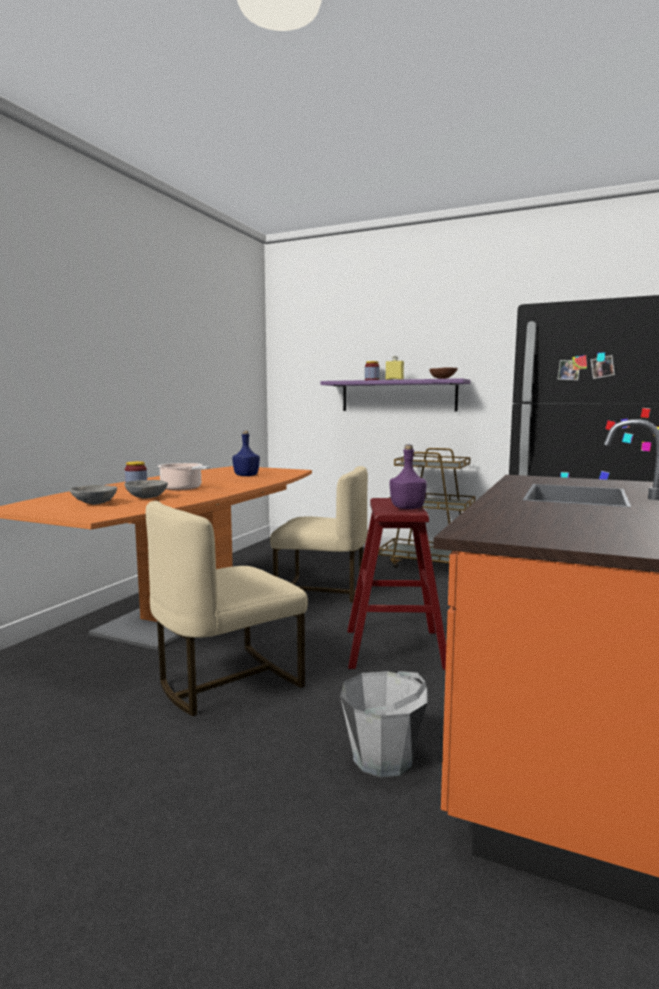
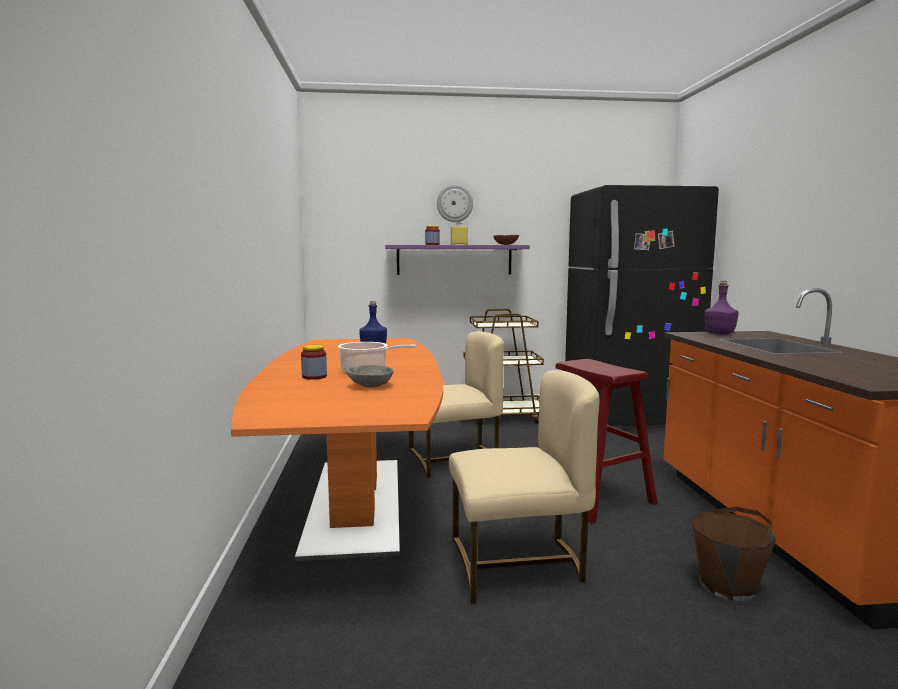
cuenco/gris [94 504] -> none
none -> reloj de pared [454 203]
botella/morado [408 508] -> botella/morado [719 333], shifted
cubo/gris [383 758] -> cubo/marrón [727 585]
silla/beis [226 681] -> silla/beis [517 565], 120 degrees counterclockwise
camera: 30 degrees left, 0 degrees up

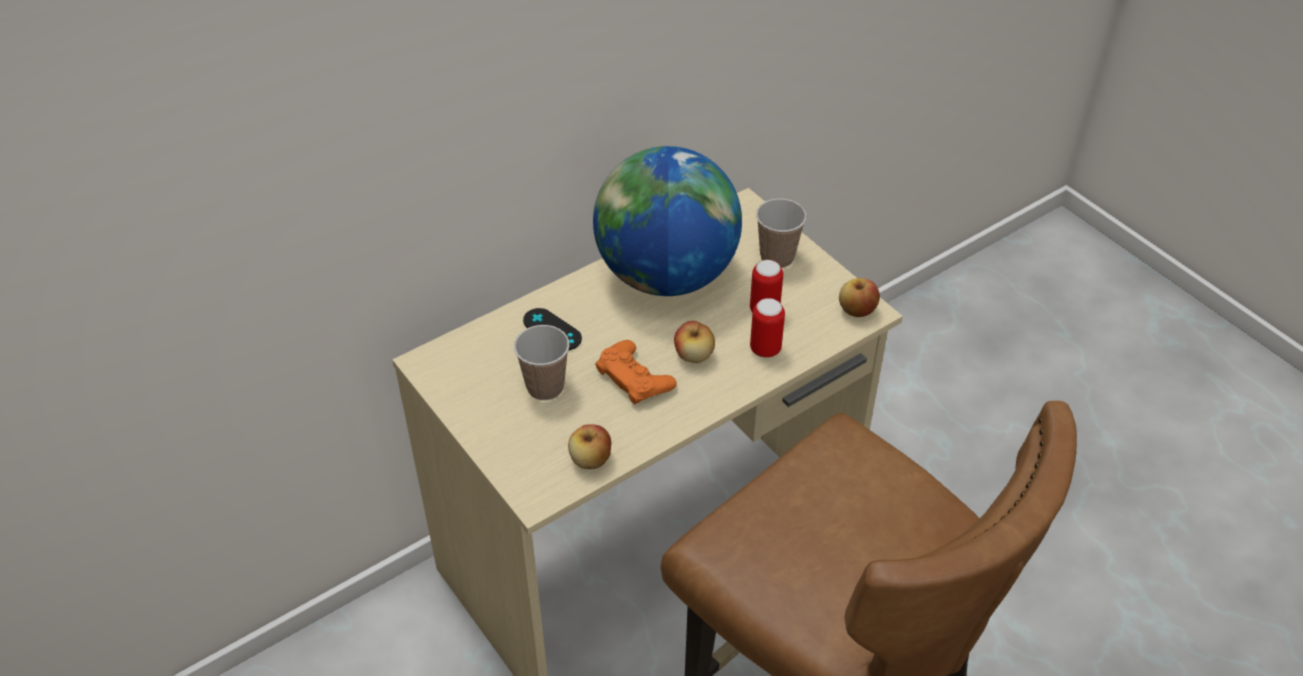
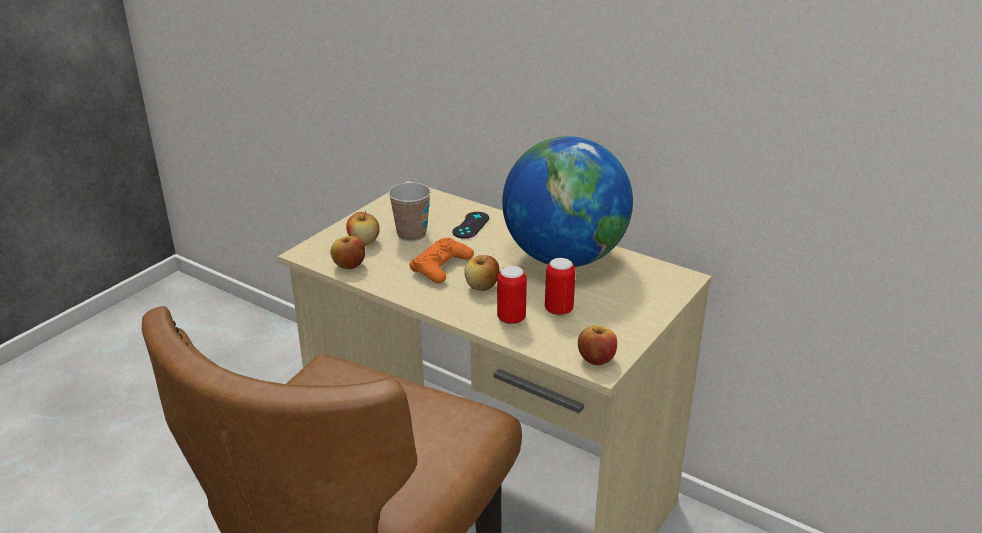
taza [777 257] -> none
none -> manzana [364 241]
camera: 70 degrees right, 15 degrees down

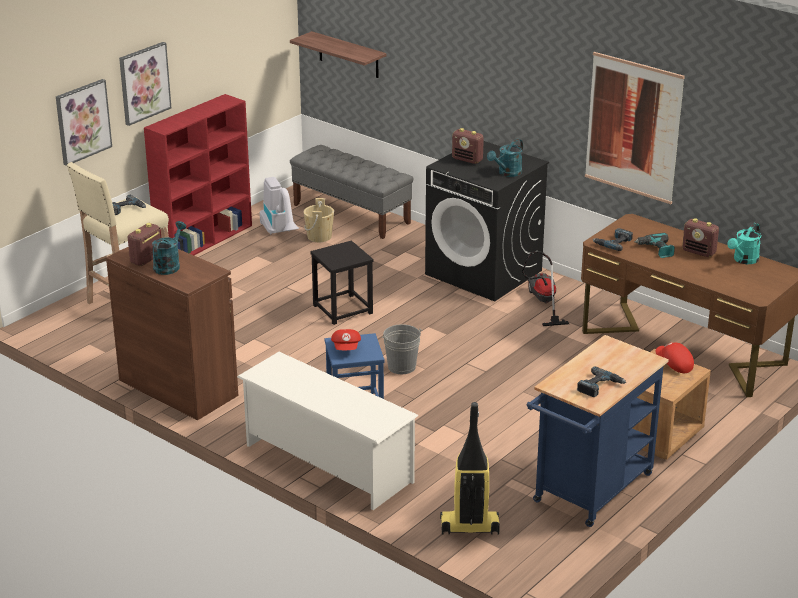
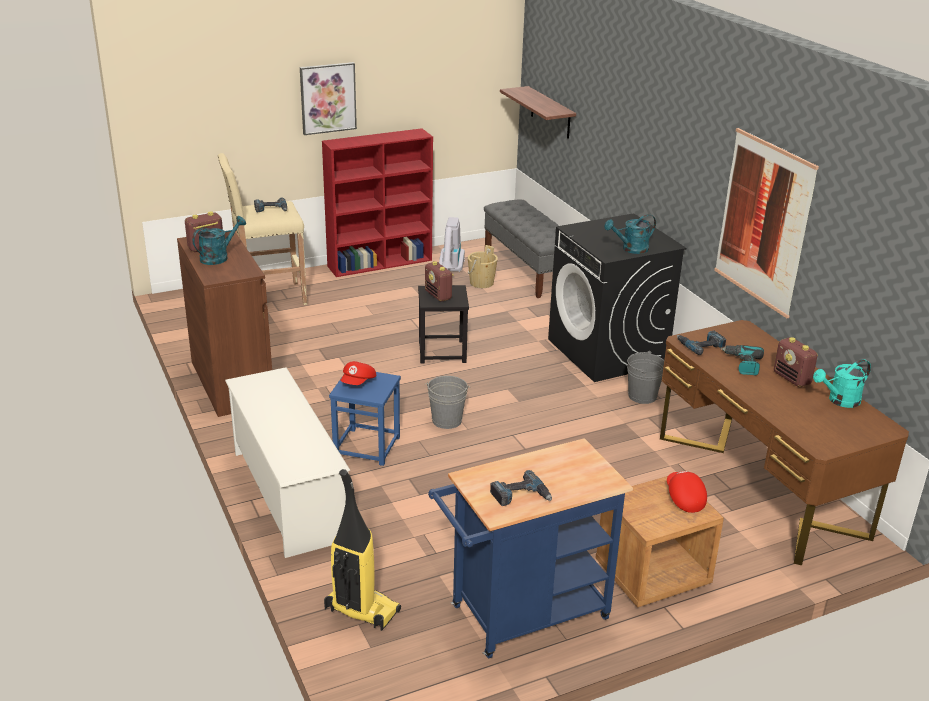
cuadro [83 121] -> none
radio [467 160] -> radio [438 295], shifted
aspiradora [542 302] -> cubo/gris [642 396]
camera: 25 degrees right, 0 degrees up

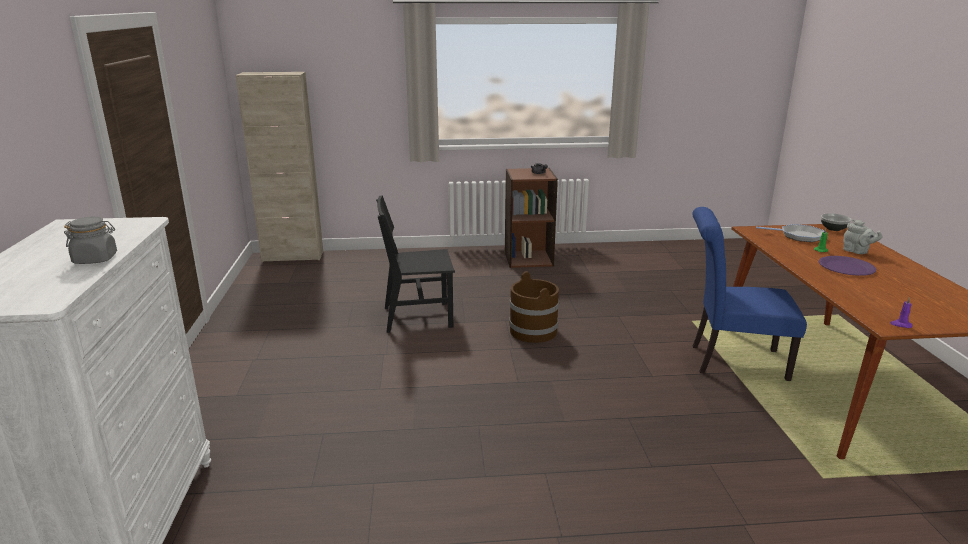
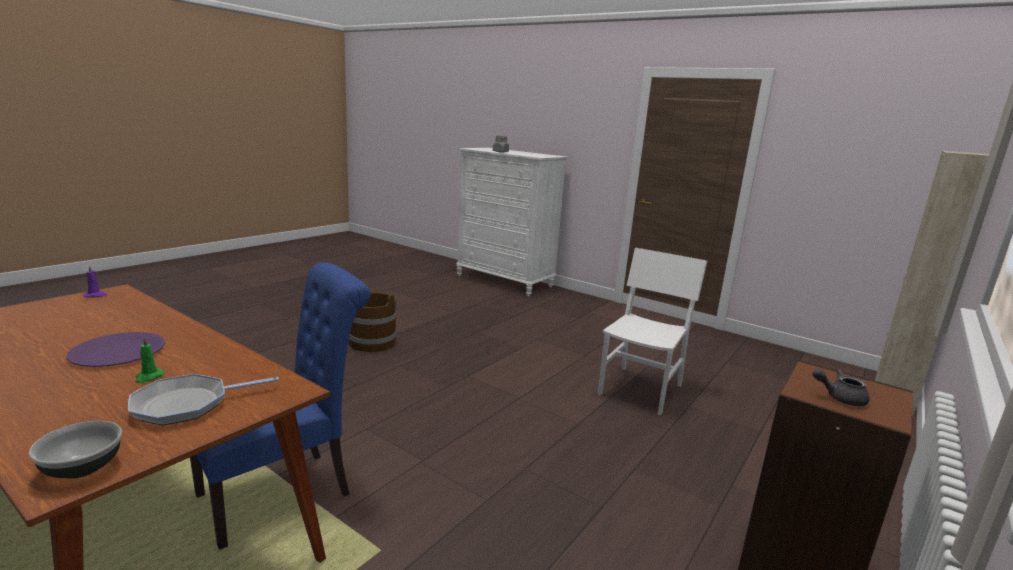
tetera/gris [857 252] -> none
cubo/marrón [533 331] -> cubo/marrón [372 342], shifted
silla/negro [417 317] -> silla/blanco [640 389]
camera: 130 degrees right, 5 degrees down

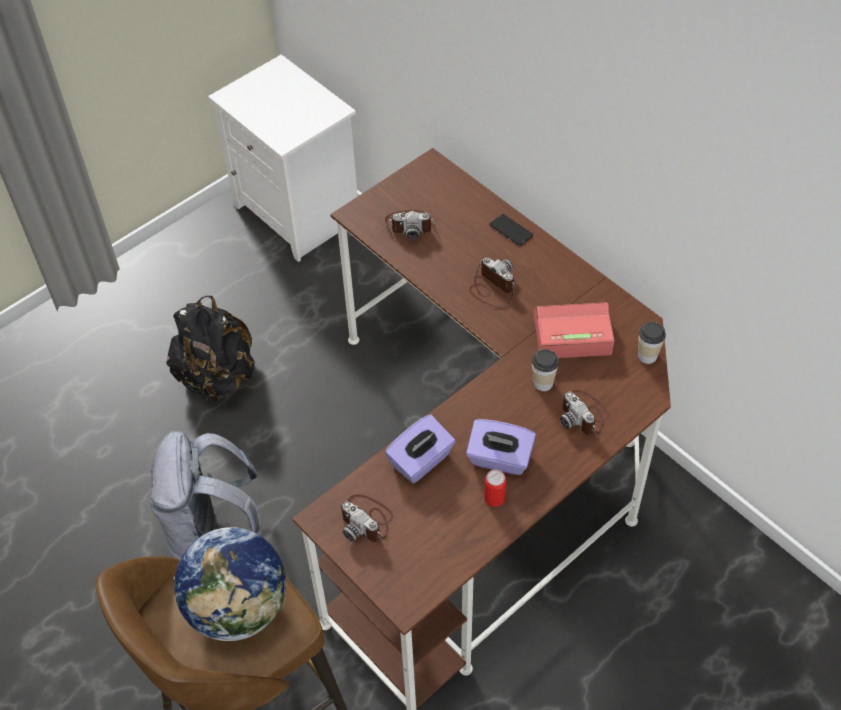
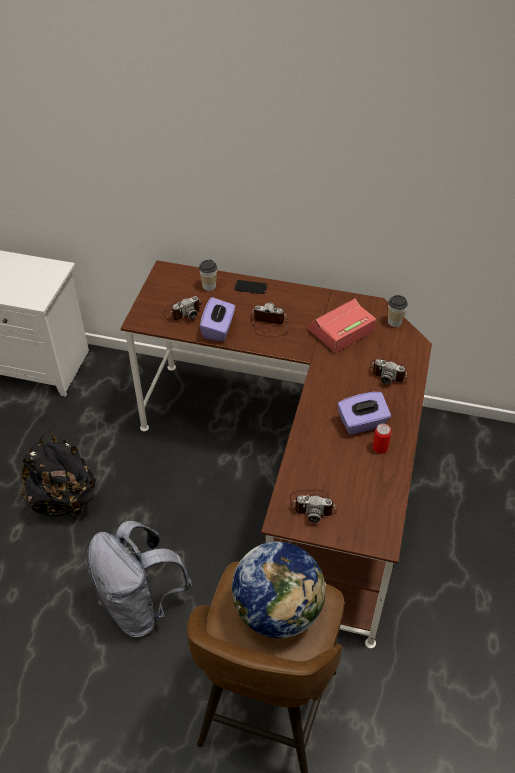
caja de pañuelos/morado [421 461] -> caja de pañuelos/morado [218 329], shifted
taza [543 383] -> taza [209 286], shifted
camera: 35 degrees left, 5 degrees down

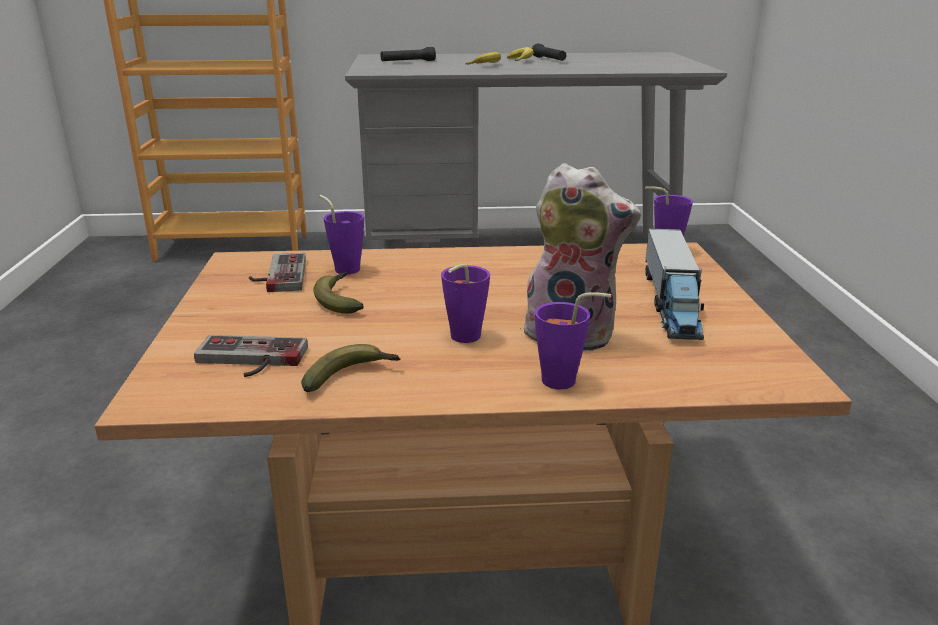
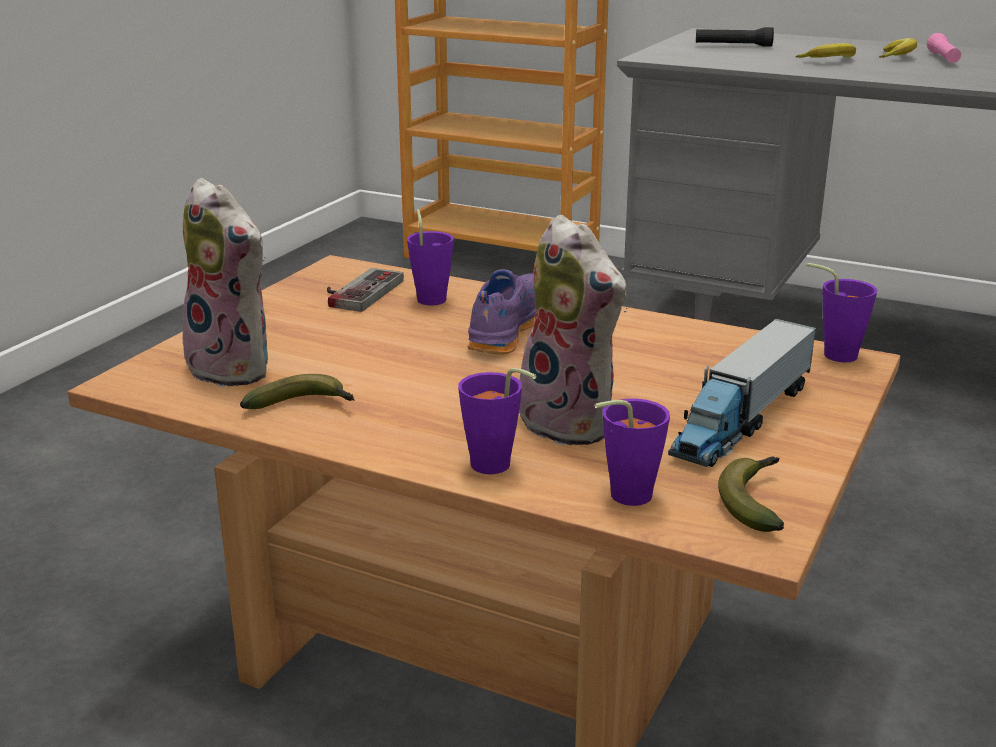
none -> zapato/morado [505 329]
plátano [339 300] -> plátano [755 501], shifted
taza/morado [461 338] -> taza/morado [622 497], shifted
mando de consola [248 360] -> peluche [236 368]
linterna/negro [549 59] -> linterna/rosa [943 59]
camera: 30 degrees right, 0 degrees up

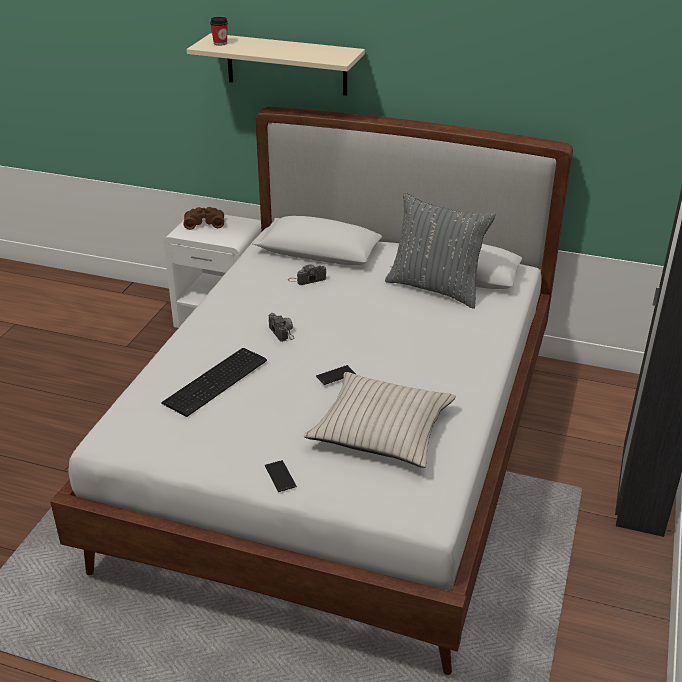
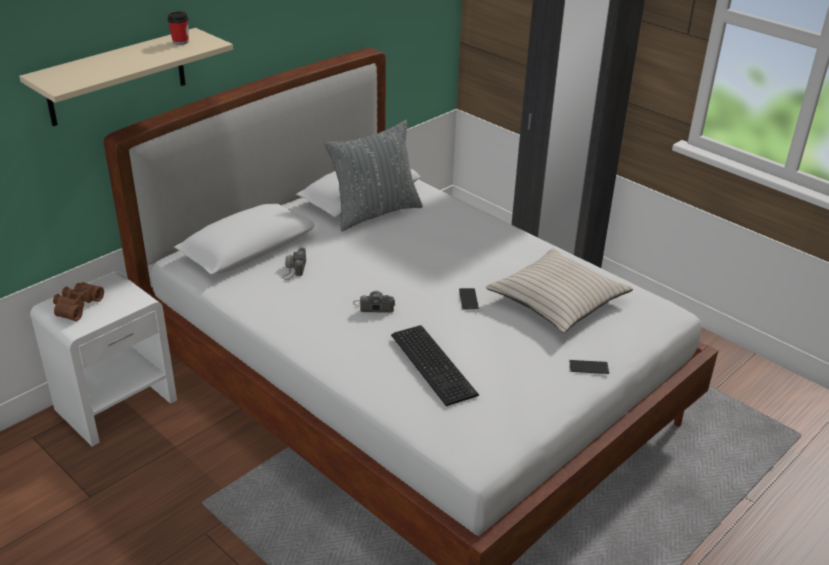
taza [220 43] -> taza [180 42], shifted
camera: 65 degrees left, 0 degrees up

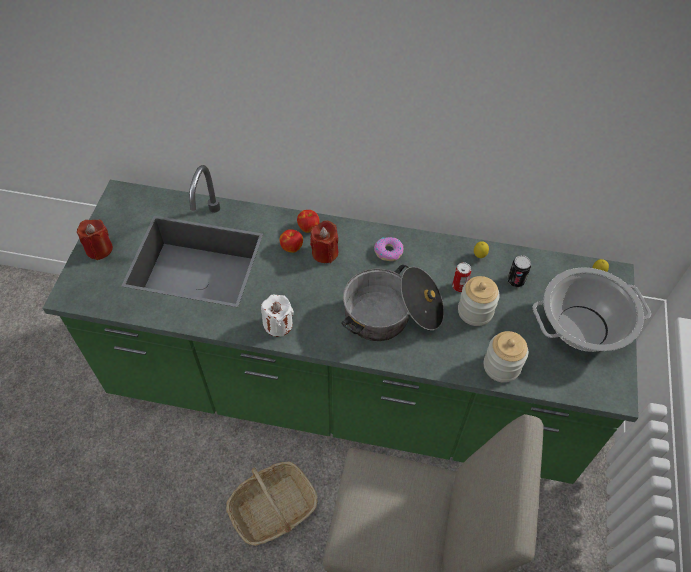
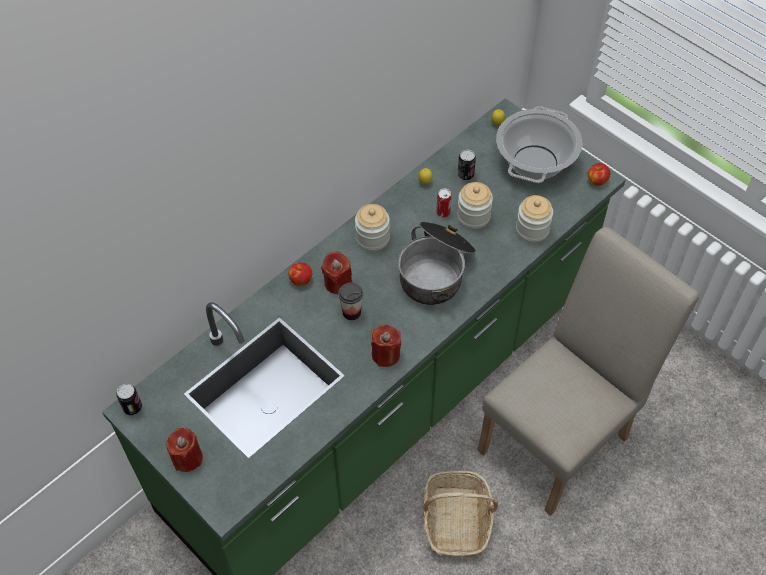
none -> lata [132 407]
none -> taza [351 312]
manzana [292 247] -> manzana [596 181], shifted
rosquilla [388 251] -> tarro [372 238]
vela/blanco [278 324] -> vela/rojo [386 354]
camera: 55 degrees left, 0 degrees up

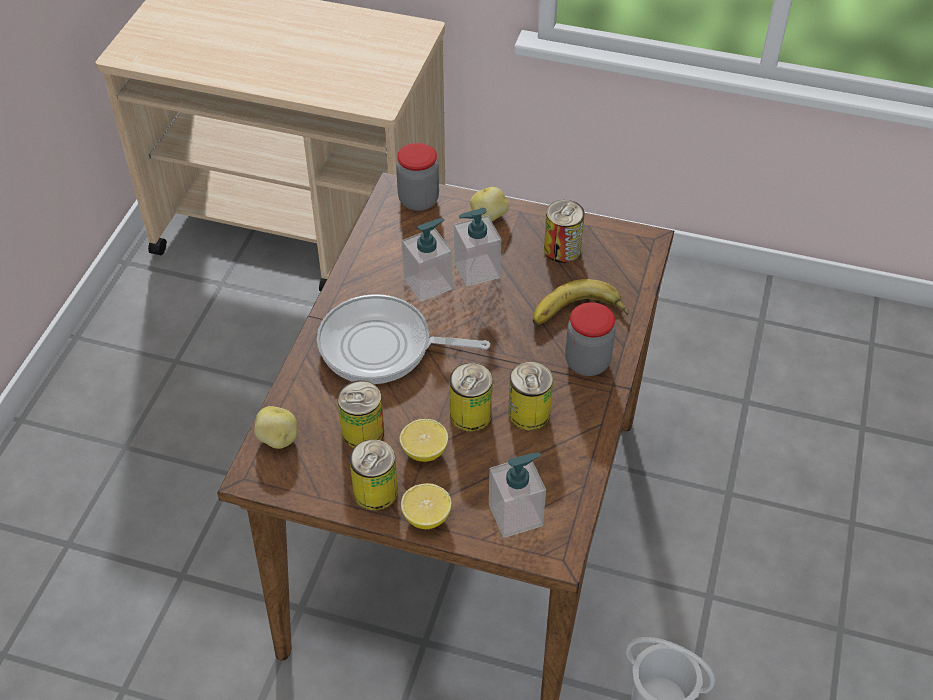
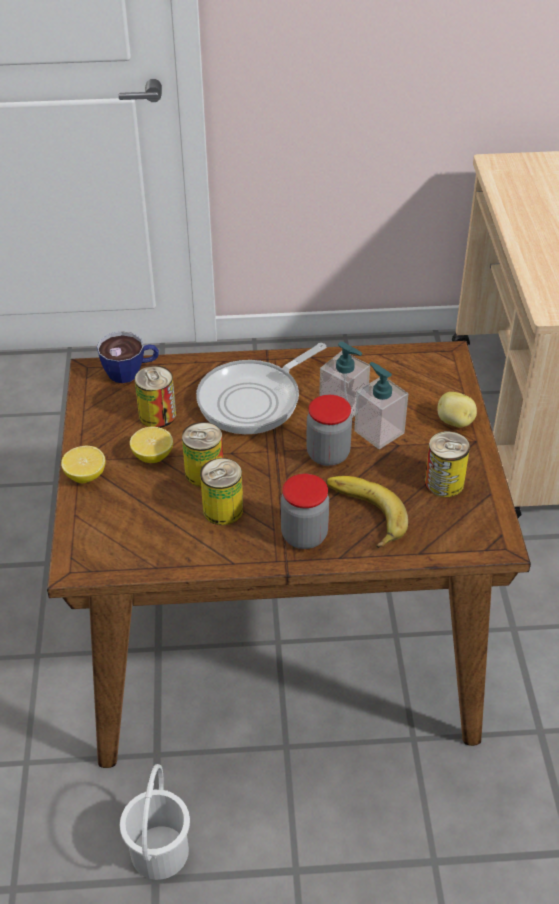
lata [375 492] -> none
dispensador de jabón [516 515] -> none
tarro [418 200] -> tarro [328 454], shifted
patata [278 439] -> taza [131 372]
sartén [382 347] -> sartén [254 400], 120 degrees counterclockwise
camera: 70 degrees right, 5 degrees down

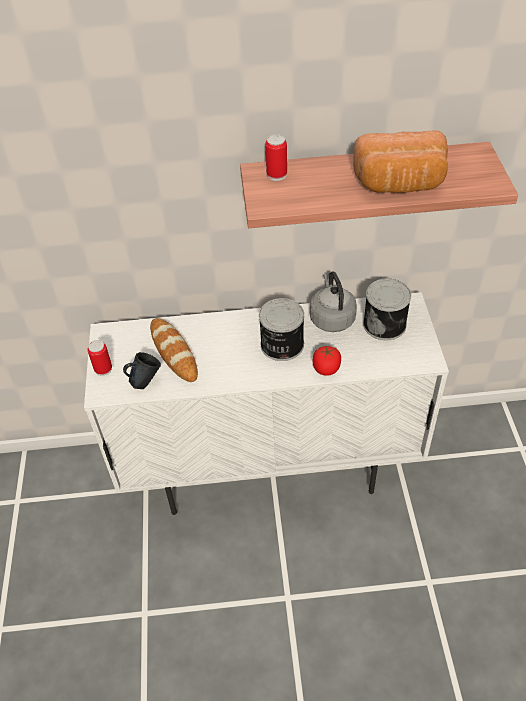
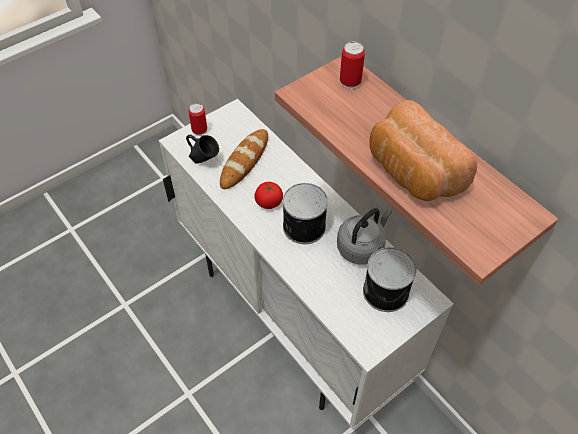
tomate [326 368] -> tomate [269 202], shifted
camera: 55 degrees right, 5 degrees up

